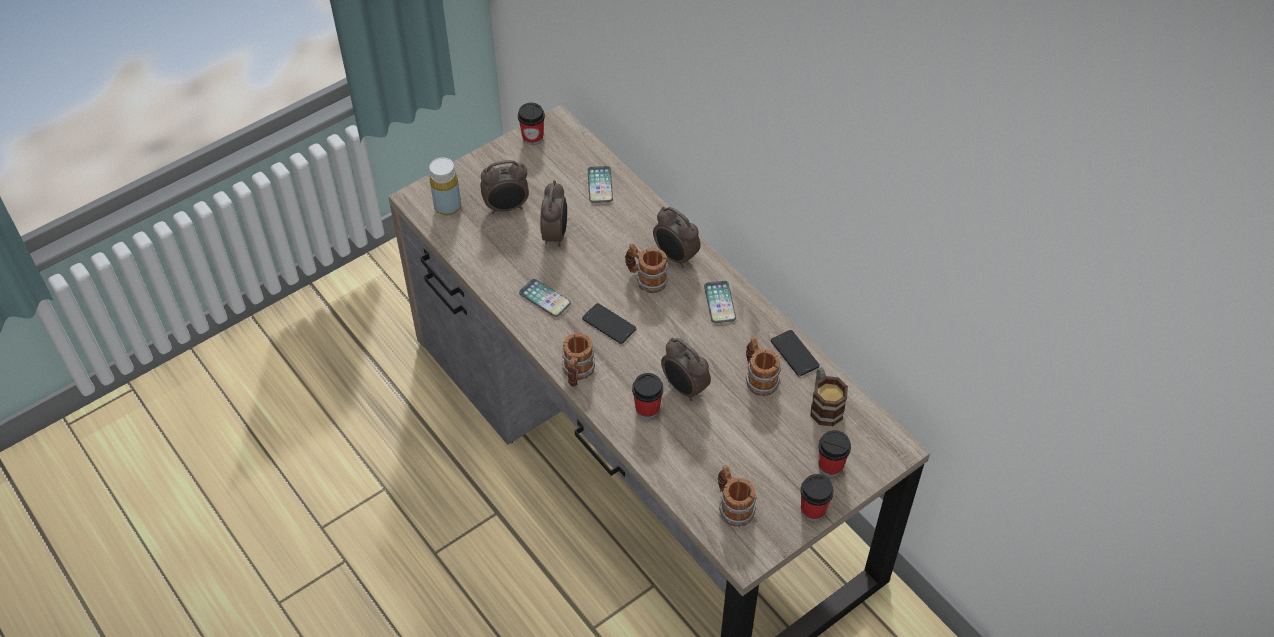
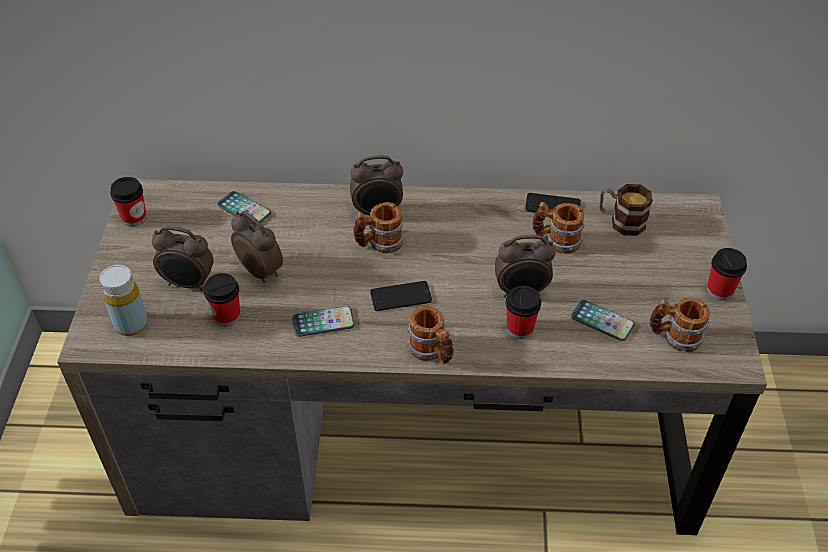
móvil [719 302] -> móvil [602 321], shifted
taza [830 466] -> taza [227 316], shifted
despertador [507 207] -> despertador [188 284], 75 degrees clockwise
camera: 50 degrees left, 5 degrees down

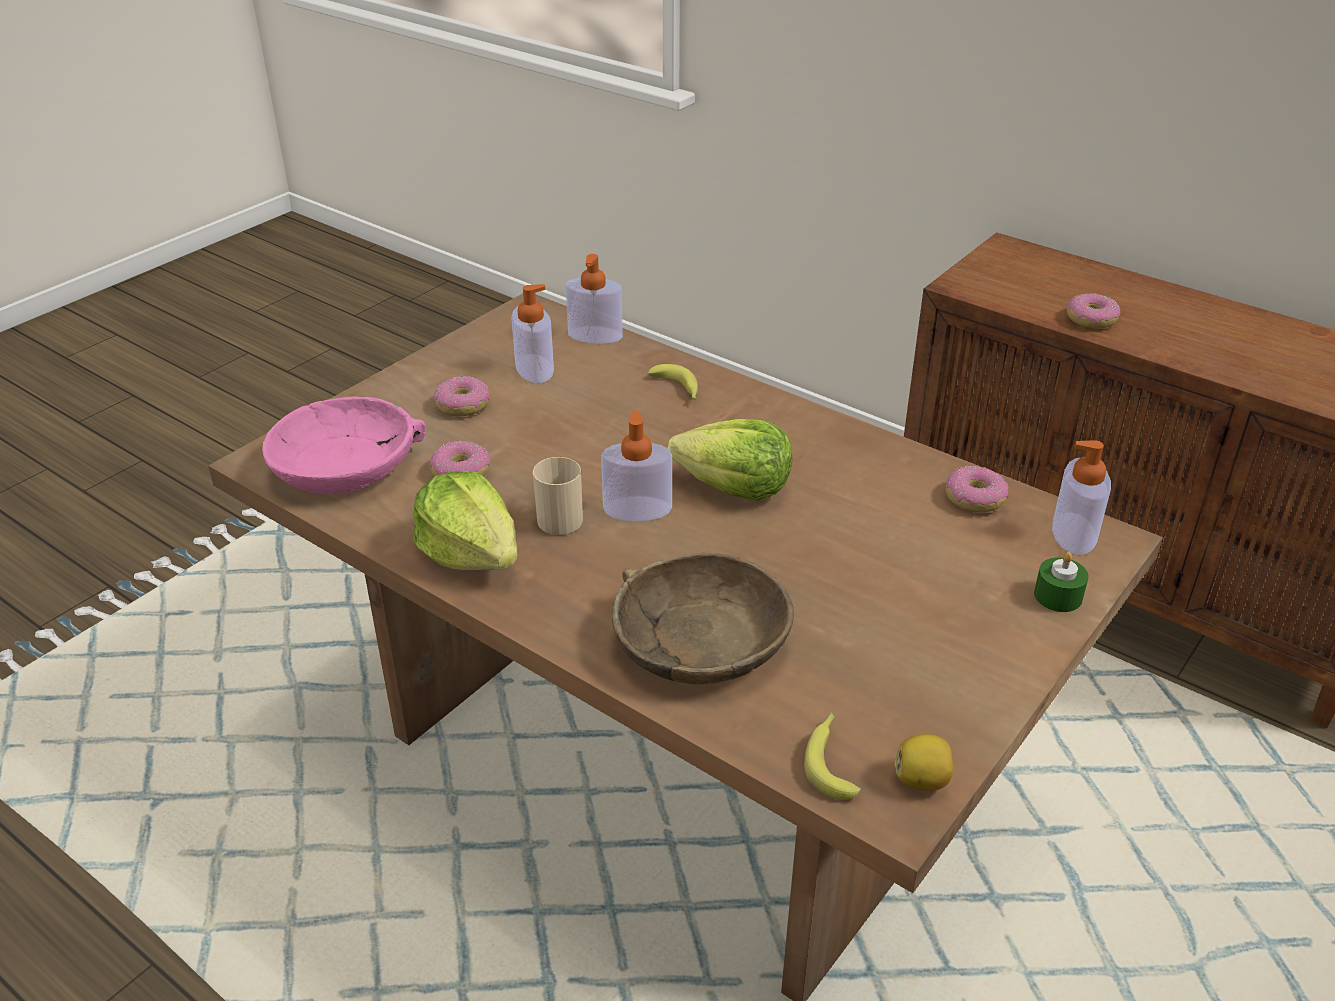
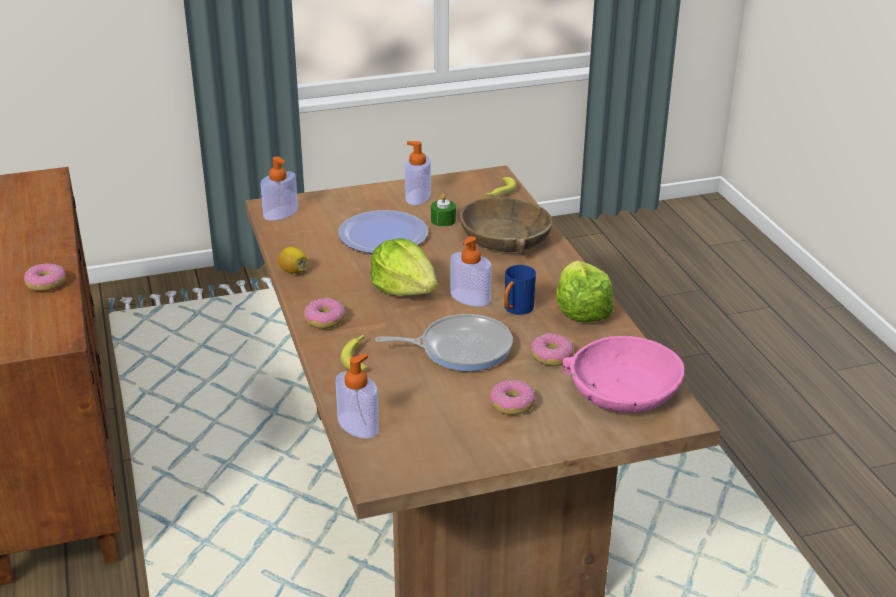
none -> plato [383 235]
none -> sartén [460 348]
dispensador de jabón [534 369] -> dispensador de jabón [418 197], shifted
limón [922 780] -> limón [293 271], shifted
rosquilla [975 498] -> rosquilla [324 320], shifted
vela/verde [1058 596] -> vela/verde [443 220], shifted
taza grande/beis [560 516] -> taza grande/azul [515 310]
camera: 145 degrees left, 5 degrees down

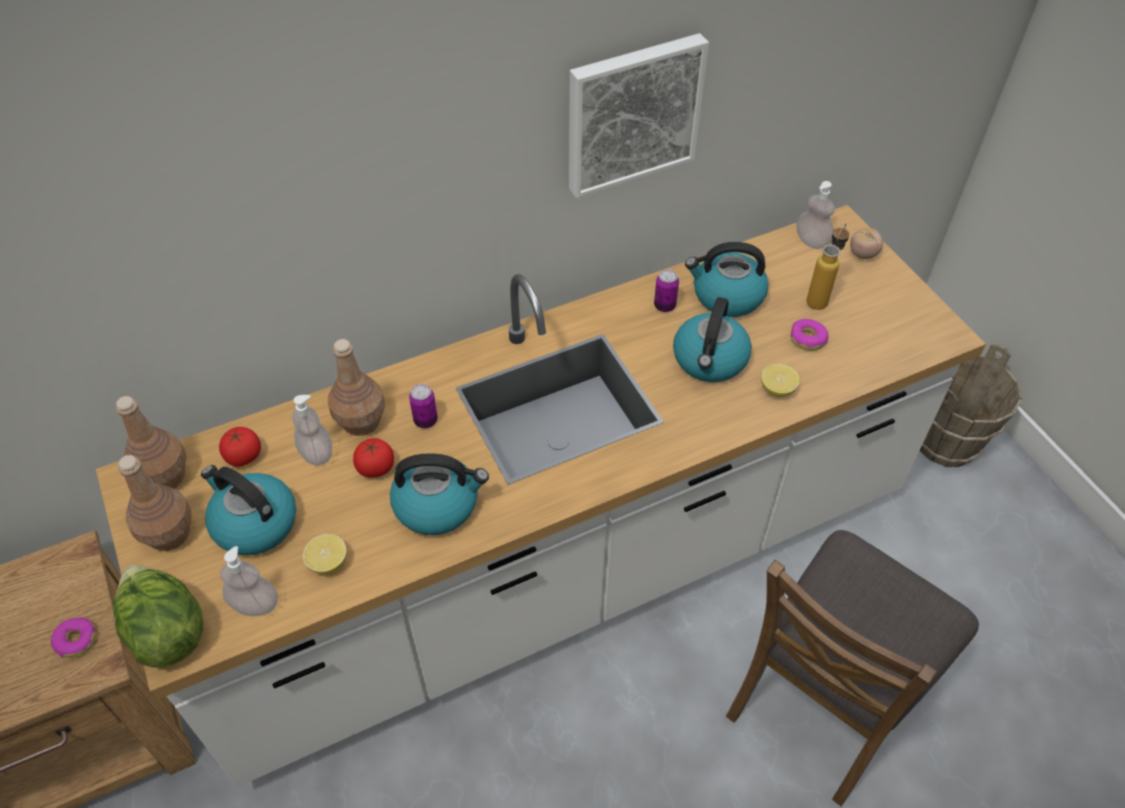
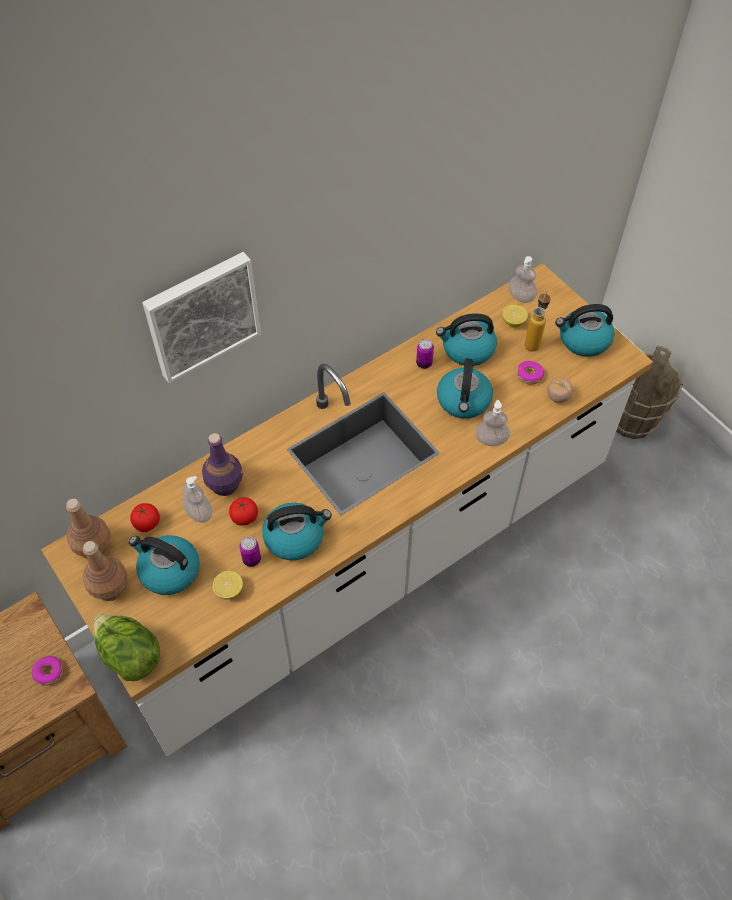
silla/marrón [827 698] -> none
none -> hervidor [583 340]
dispensador de jabón [255 604] -> dispensador de jabón [491 440], shifted
lata [425 420] -> lata [251 559], shifted
cuadro [632 113] -> cuadro [201 315], shifted
limón [777 389] -> limón [513 322], shifted
tomate [863 254] -> tomate [558 397], shifted
botella/marrón [361 420] -> botella/morado [224 484]
camera: 10 degrees left, 5 degrees up

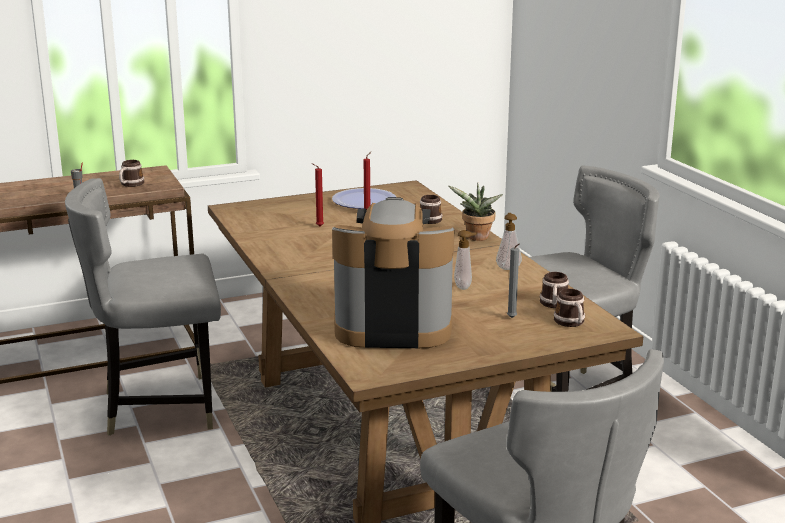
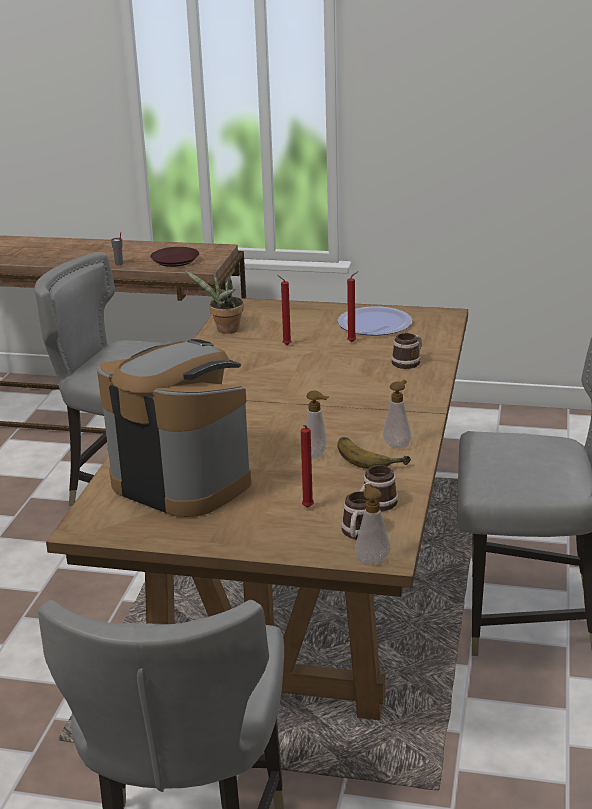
none -> plátano [371 456]
none -> dispensador de jabón [371 559]
planta en maceta [476 238] -> planta en maceta [224 330], shifted
taza grande [130 184] -> plato/marrón [175 261]
vela/gris [512 318] -> vela/rojo [307 508]
camera: 35 degrees right, 5 degrees up

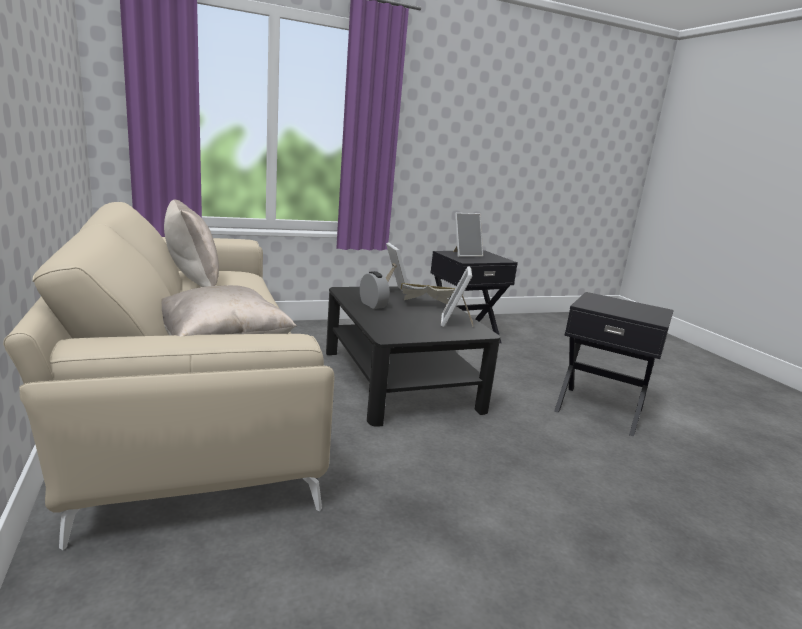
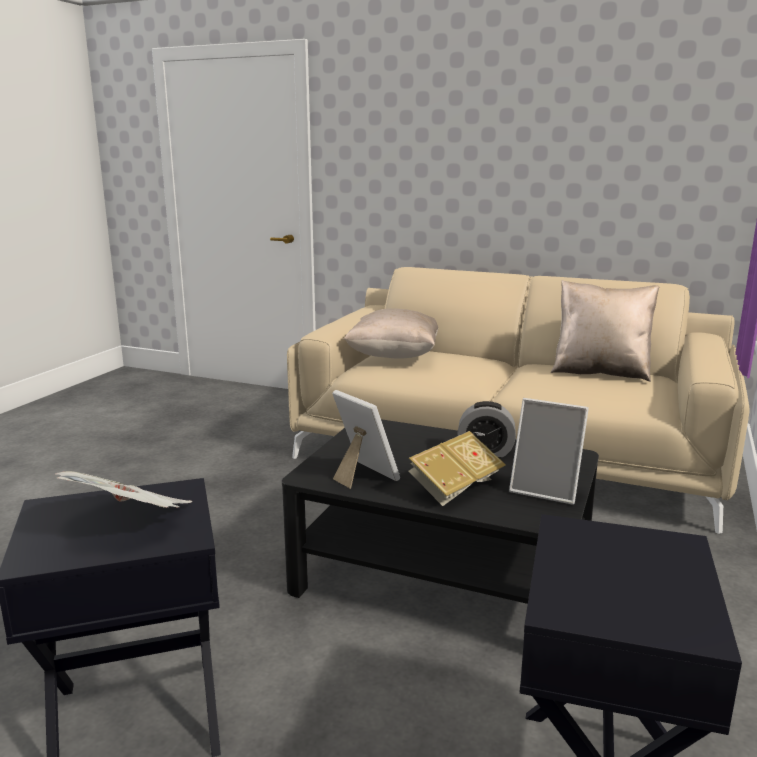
portarretratos [465 254] -> none
none -> periódico [131 520]
camera: 135 degrees right, 0 degrees up

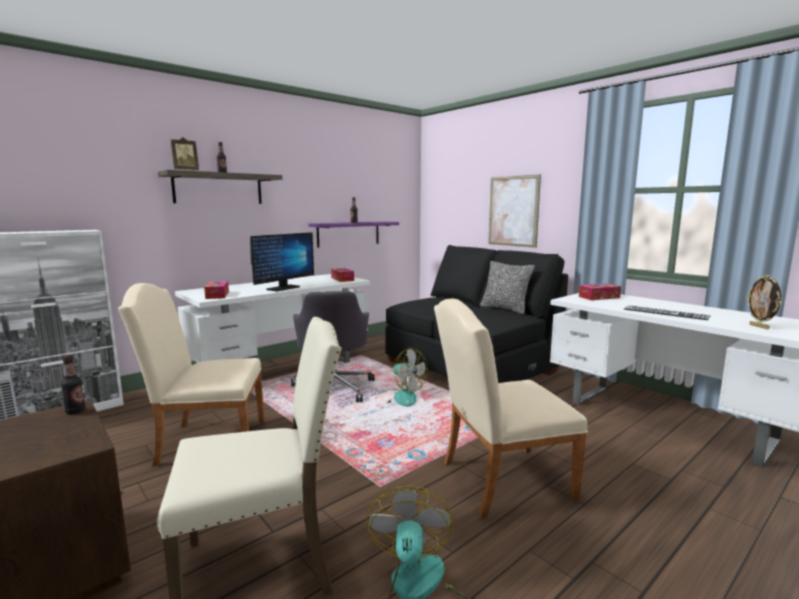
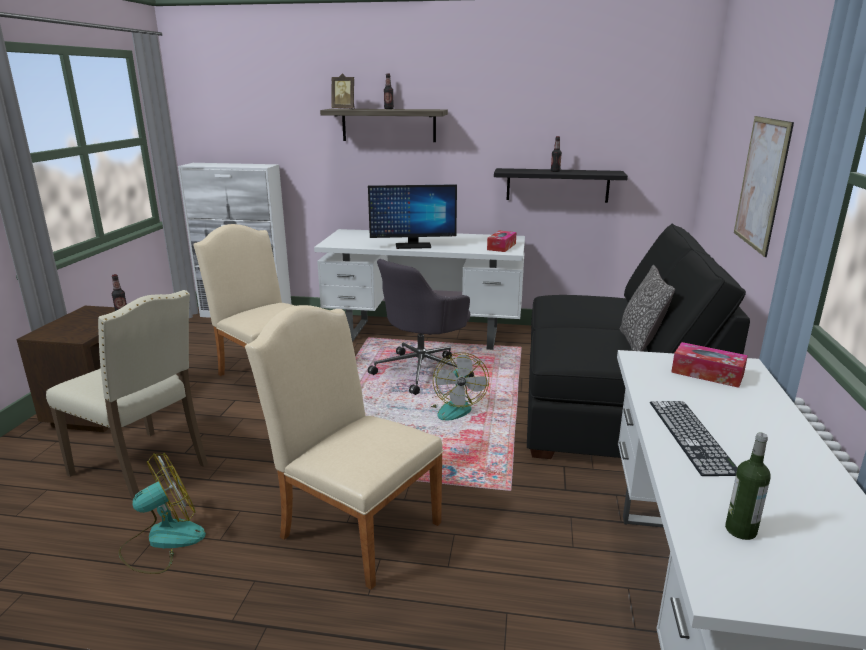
caja de pañuelos [217 295] -> none
portarretratos [759 327] -> botella [740 530]
estante/morado [348 233] -> estante/negro [557 185]
camera: 50 degrees right, 10 degrees up

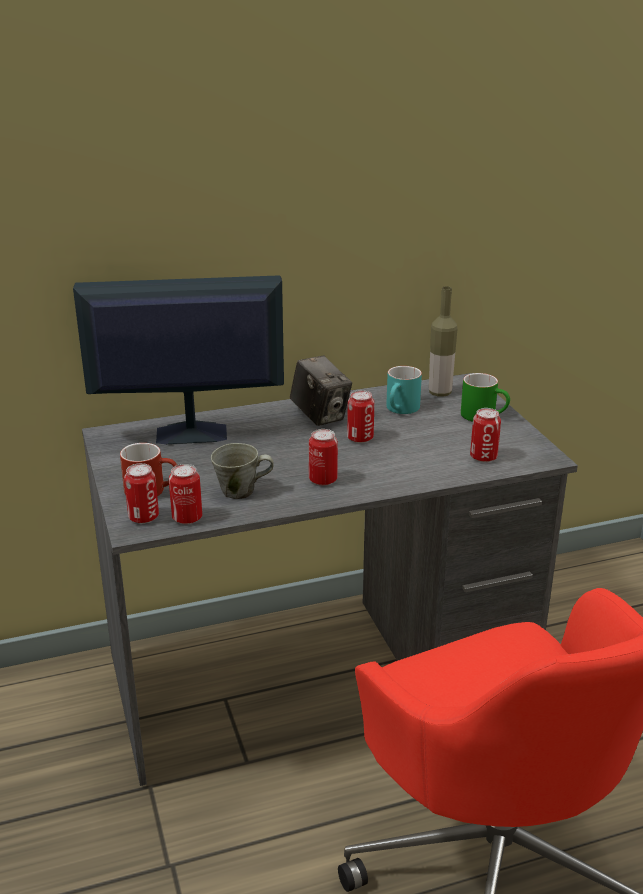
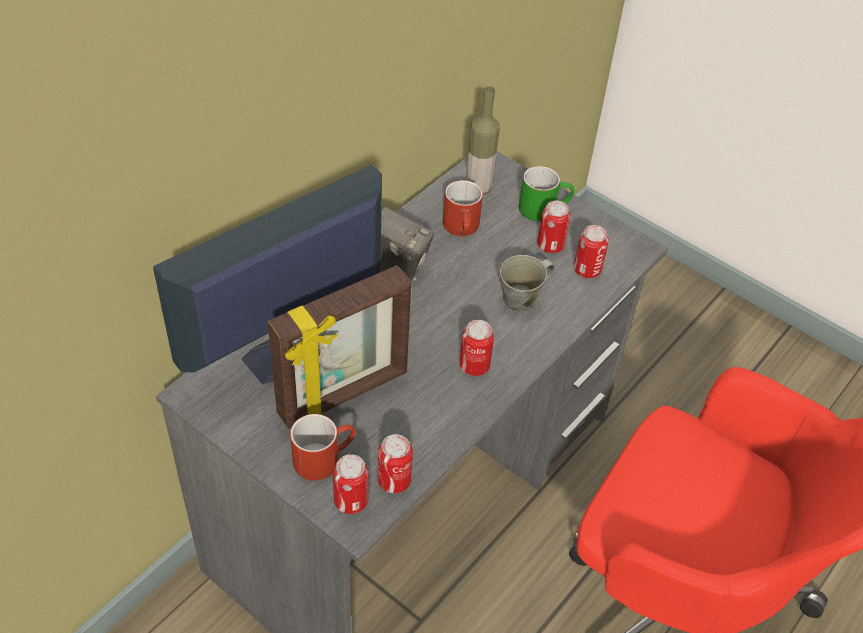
none -> portarretratos [344 395]
taza grande/gris [240 491] -> taza grande/gris [522 299], shifted
lata [360 438] -> lata [550 245], shifted
taza grande/turquesa [401 410] -> taza grande/rojo [463 229]
camera: 35 degrees left, 20 degrees up

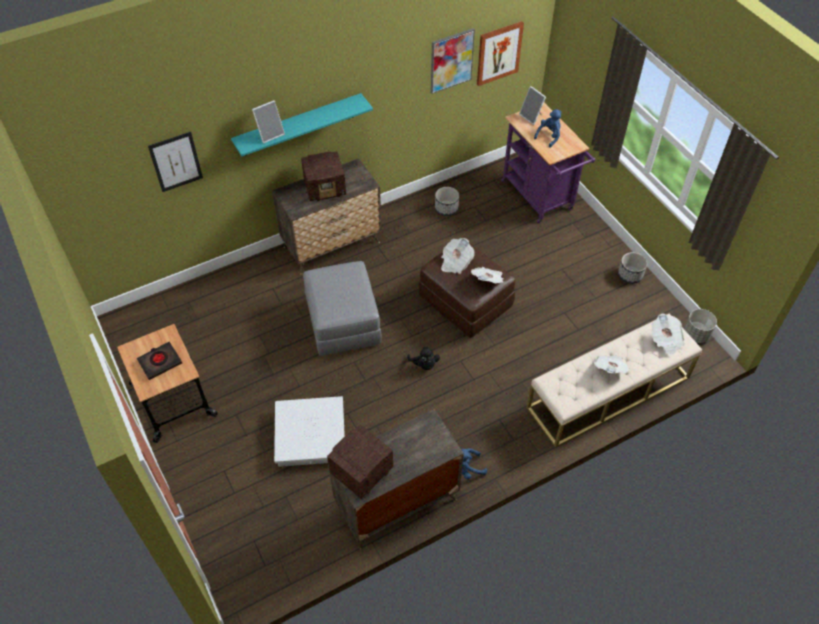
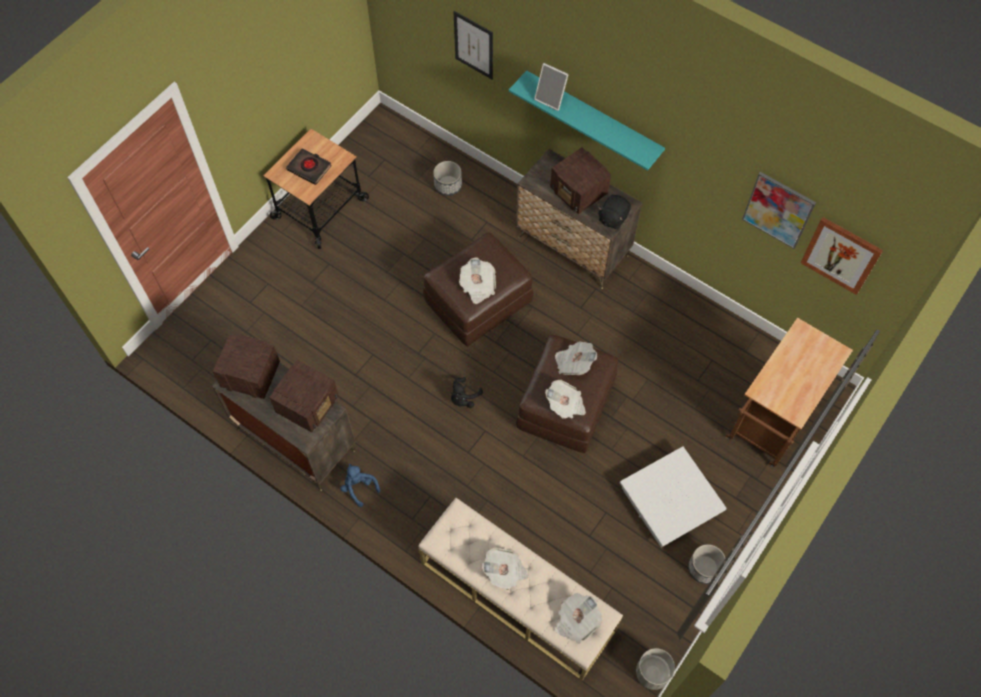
portarretratos [531 117] -> none
peluche/azul [549 136] -> none
none -> radio [308 404]
none -> periódico [477 286]
none -> peluche/negro [612 218]
caja de almacenaje/blanco [310 435] -> caja de almacenaje/blanco [670 500], shifted
maceta [446 208] -> maceta [448 185], shifted
puf/gris [343 322] -> puf/marrón [478 303]
carrito/morado [540 198] -> carrito/marrón [769 425]
camera: 65 degrees right, 10 degrees up

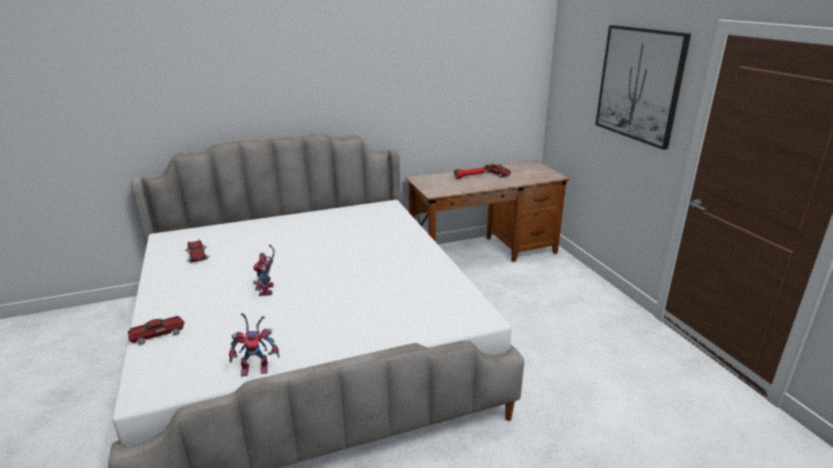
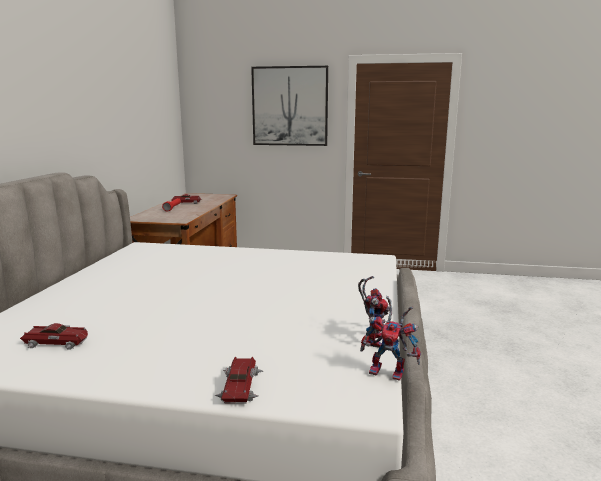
robot de juguete [268 291] -> robot de juguete [390 371], shifted
camera: 60 degrees left, 10 degrees down

